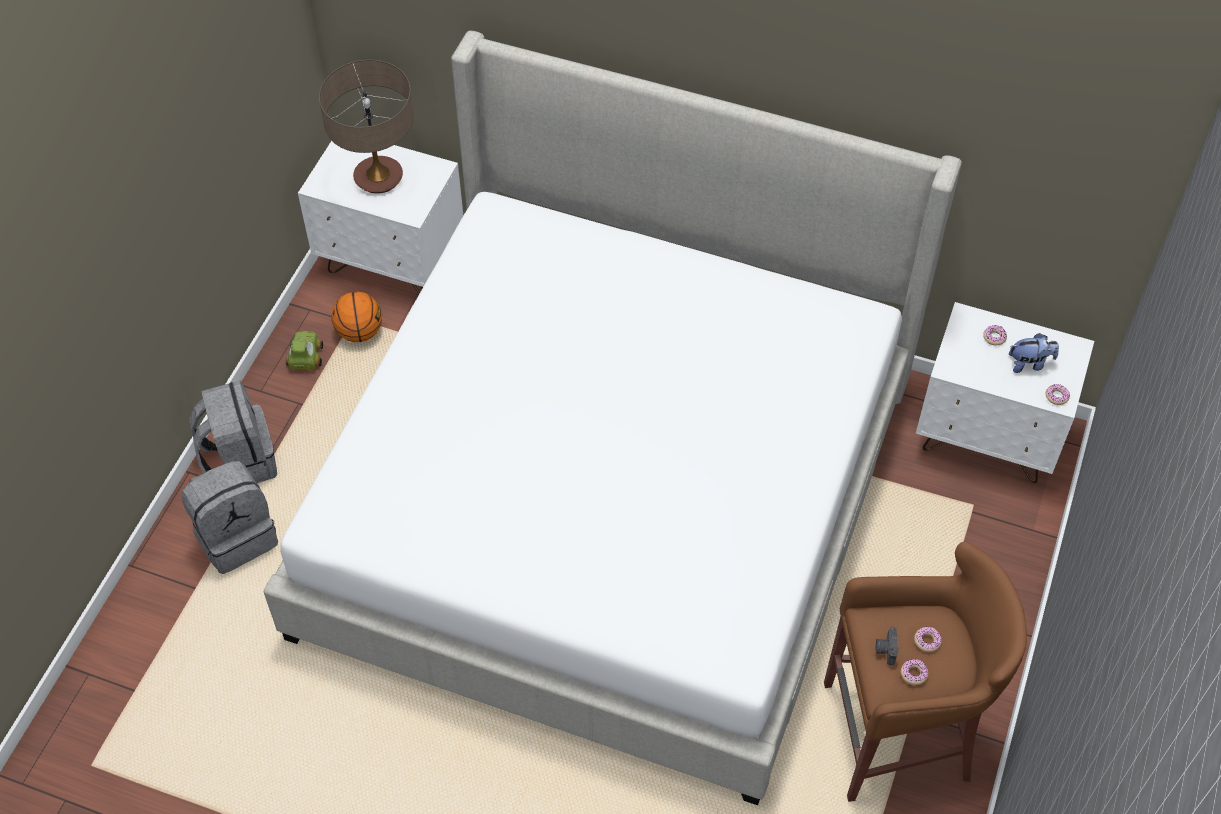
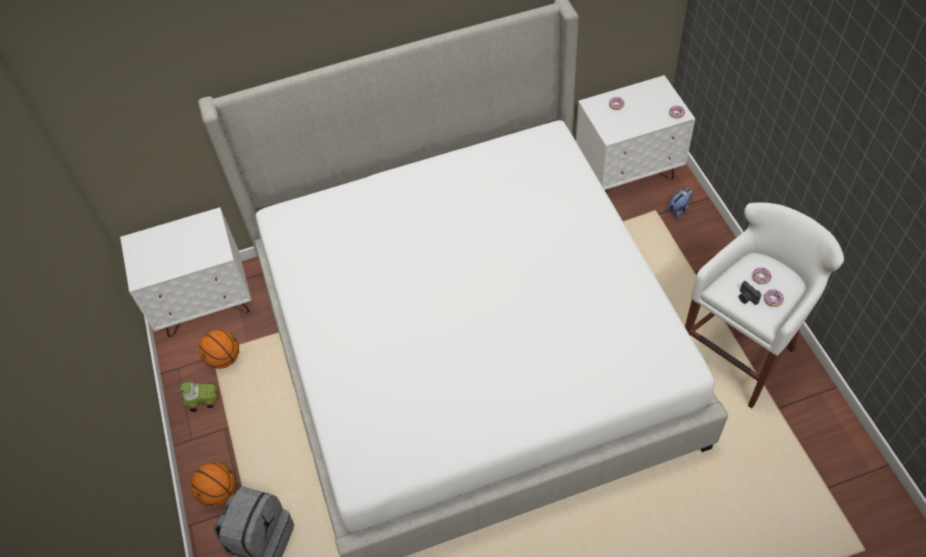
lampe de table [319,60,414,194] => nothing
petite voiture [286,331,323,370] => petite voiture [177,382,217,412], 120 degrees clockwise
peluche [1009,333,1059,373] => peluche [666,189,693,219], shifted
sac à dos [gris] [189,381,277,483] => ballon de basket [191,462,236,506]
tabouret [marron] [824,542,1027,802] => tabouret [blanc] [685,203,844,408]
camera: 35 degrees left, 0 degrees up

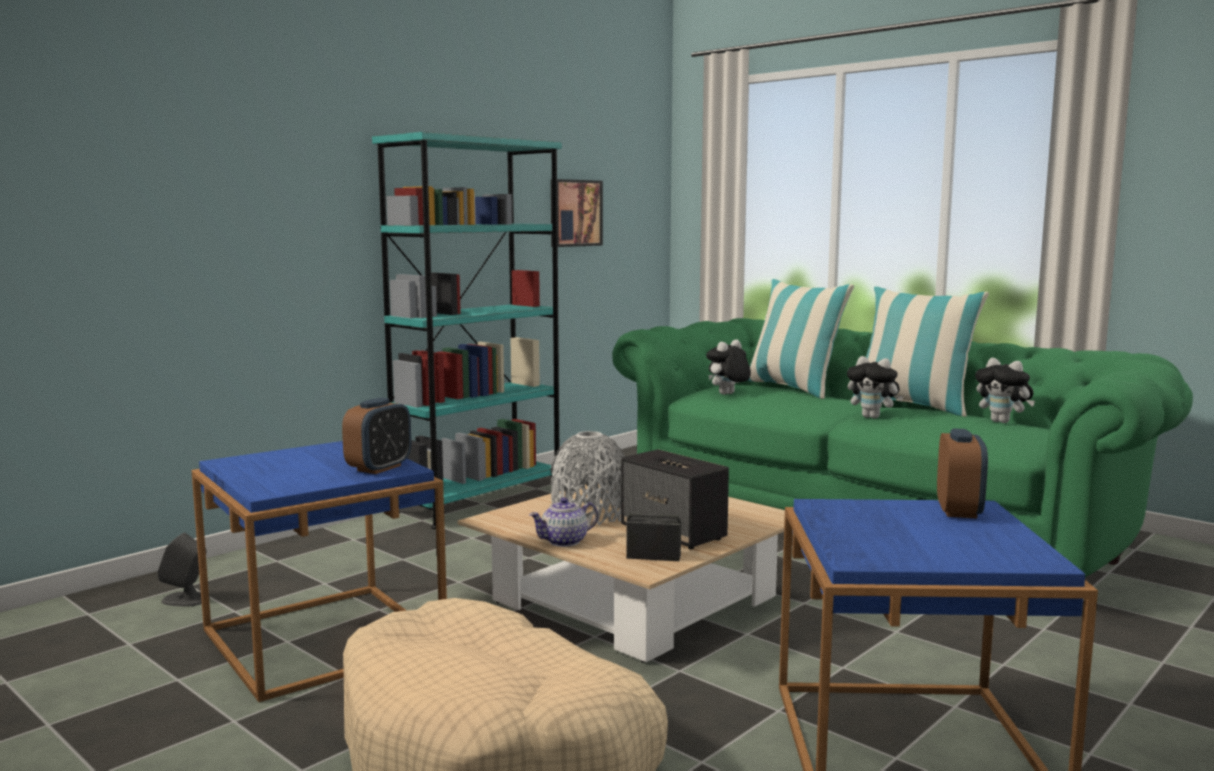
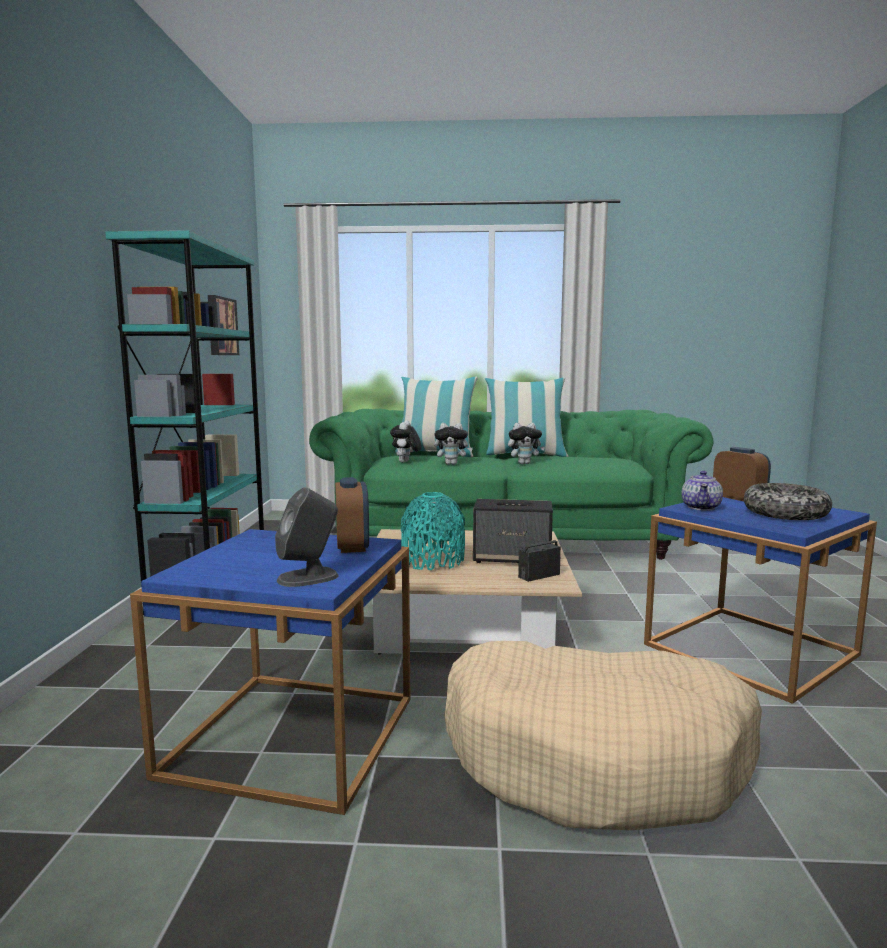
peluche [975,358,1035,423] => peluche [434,423,473,465], shifted
vase [gris] [551,431,625,526] => vase [turquoise] [401,492,465,570]
théière [529,497,598,547] => théière [682,471,723,511], shifted
enceinte [gris] [157,533,210,607] => enceinte [gris] [275,487,338,587], shifted
nothing => bol [744,483,832,520]
camera: 40 degrees left, 0 degrees up

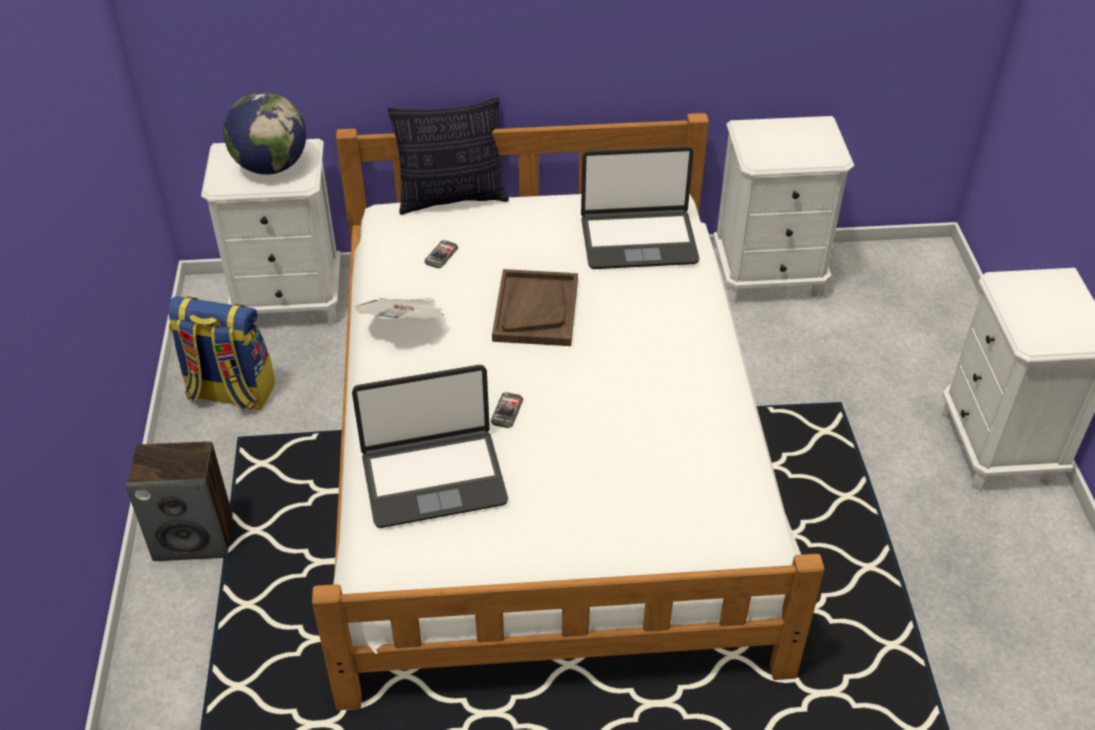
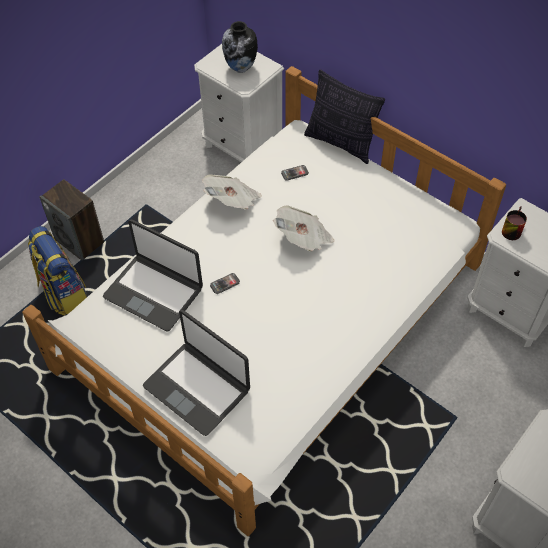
globe [223,92,306,175] => vase [222,21,258,73]
ordinateur portable [581,146,700,269] => ordinateur portable [143,310,250,436], shifted
plateau [marron] [492,269,578,346] => journal [273,205,335,251]
sac à dos [169,296,275,411] => sac à dos [28,226,87,316], shifted
nothing => mug [502,206,527,240]
camera: 45 degrees right, 10 degrees up

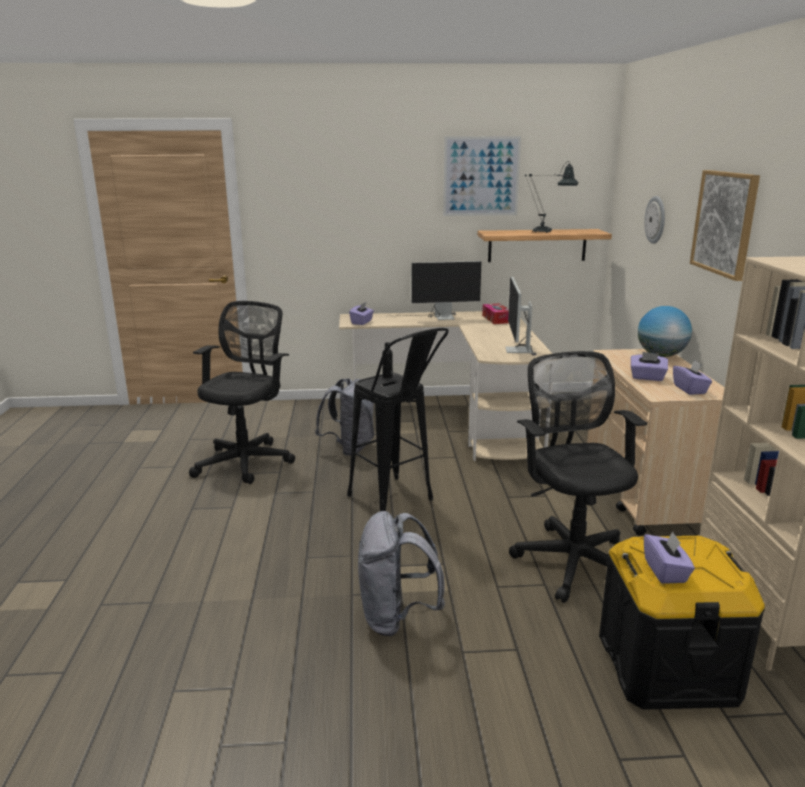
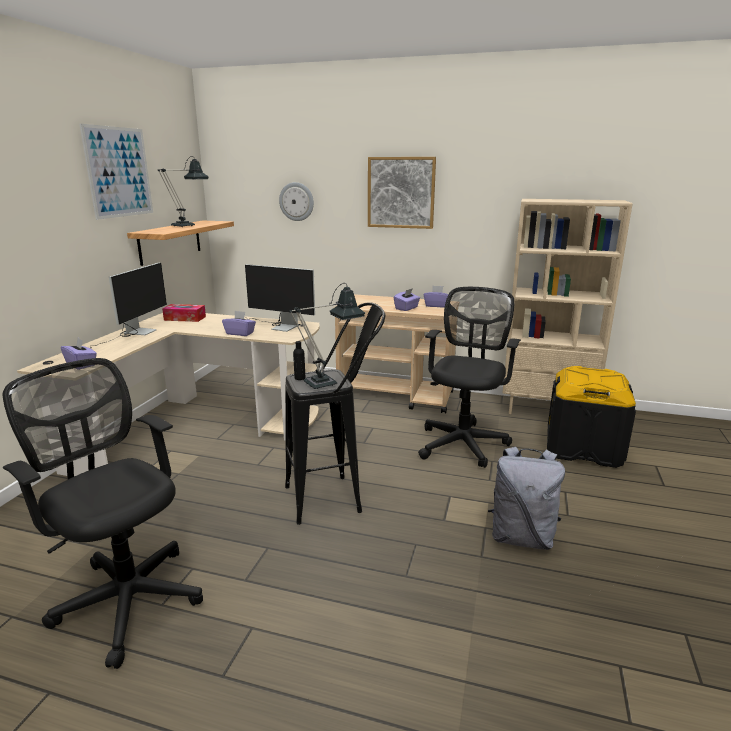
globe [638,306,692,357] => nothing
chaise de bureau [noir] [509,351,647,603] => chaise de bureau [noir] [418,287,521,468], 105 degrees clockwise
sac à dos [gris] [315,378,374,456] => nothing
boîte à mouchoirs [violet] [644,531,695,584] => boîte à mouchoirs [violet] [222,311,256,336], shifted
nothing => lampe de table [289,283,365,389]
camera: 70 degrees left, 0 degrees up

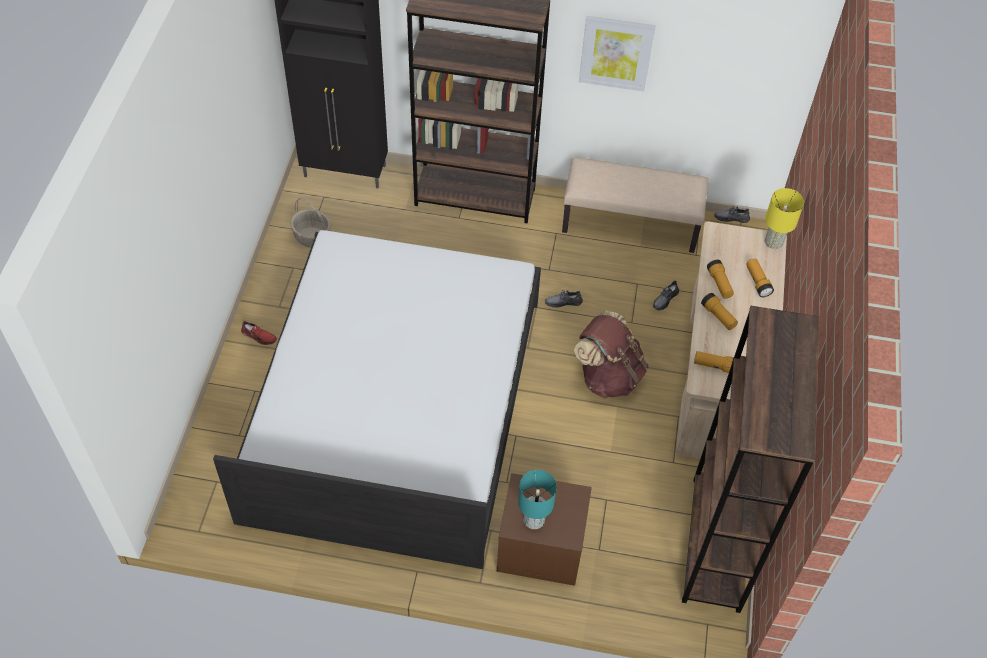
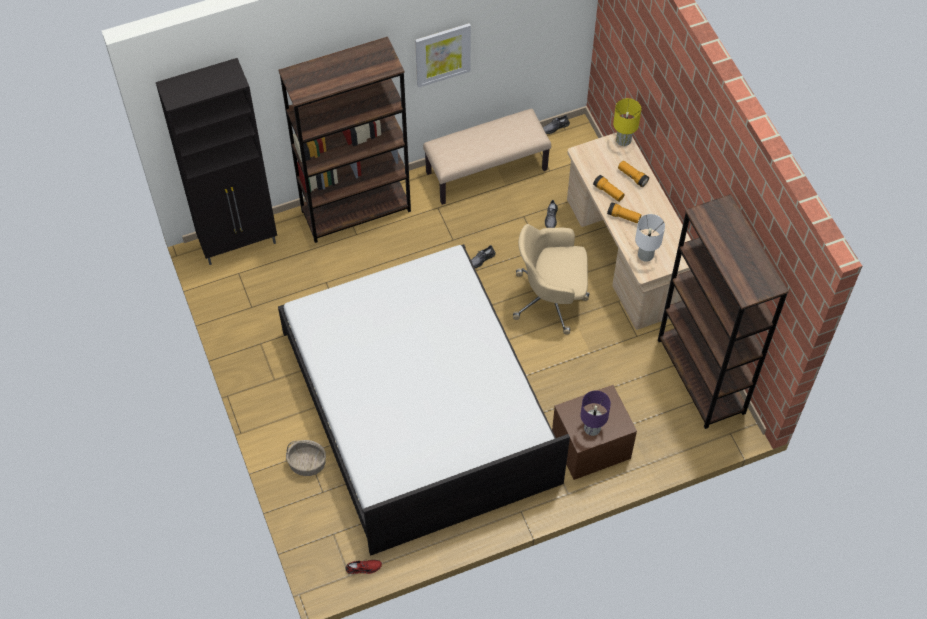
panier [291,198,331,248] => panier [286,440,326,476], shifted
sac à dos [marron] [574,310,649,399] => chaise de bureau [beige] [513,224,589,335]
chaussure [rouge] [241,321,277,345] => chaussure [rouge] [346,560,382,574], shifted
lampe de poche [694,351,734,373] => lampe de table [blanc] [635,214,665,262]
lampe de table [turquoise] [518,470,557,529] => lampe de table [violet] [580,391,611,436]
camera: 30 degrees left, 5 degrees up

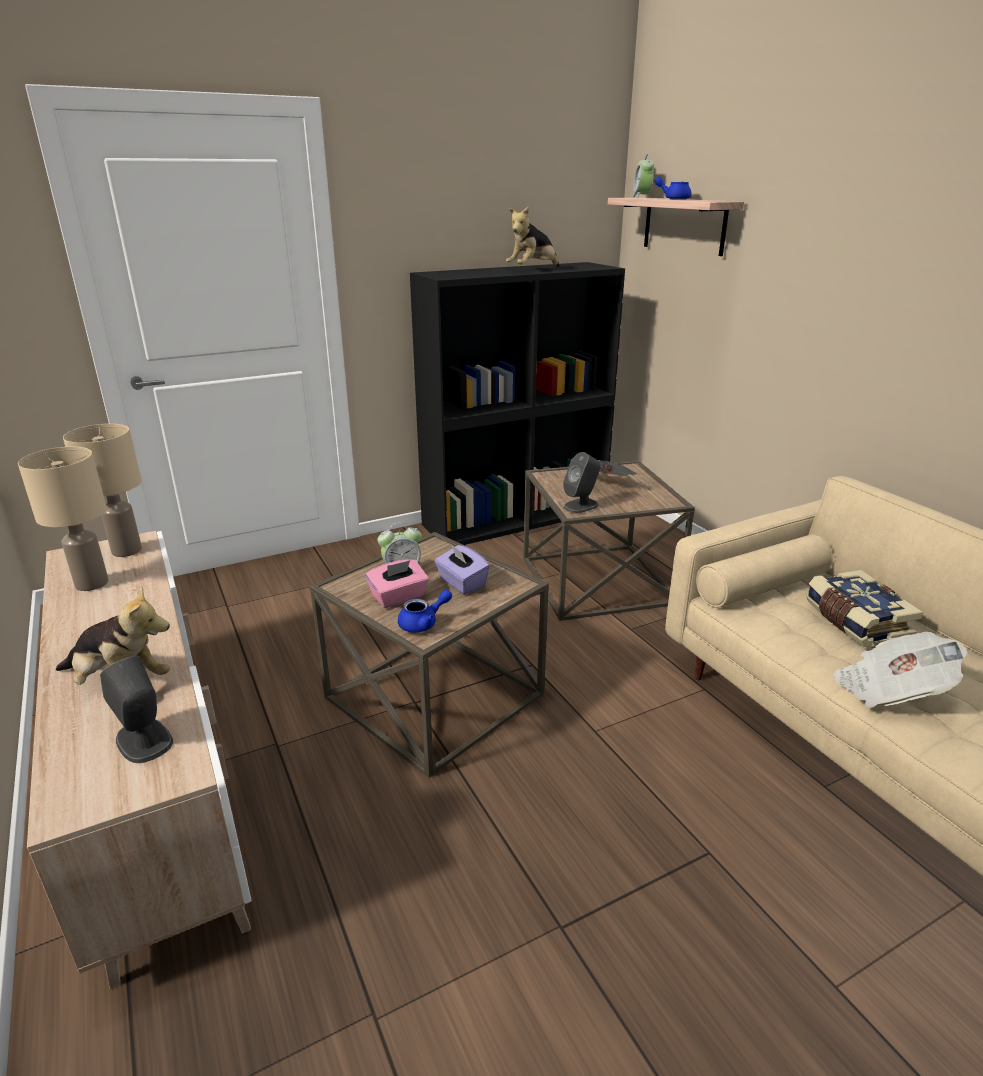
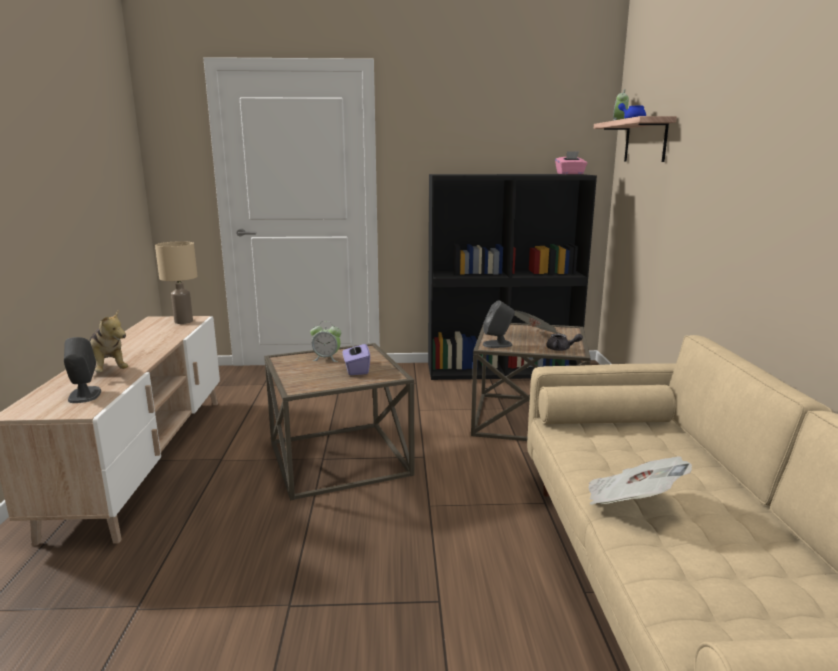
peluche [506,206,559,267] => nothing
lampe de table [beige] [18,447,108,591] => nothing
boîte à mouchoirs [rose] [366,559,429,608] => boîte à mouchoirs [rose] [555,151,587,174], shifted
livre [806,570,923,647] => nothing
théière [bleu] [398,590,452,633] => nothing
nothing => théière [gris] [546,333,583,351]
camera: 25 degrees right, 10 degrees down

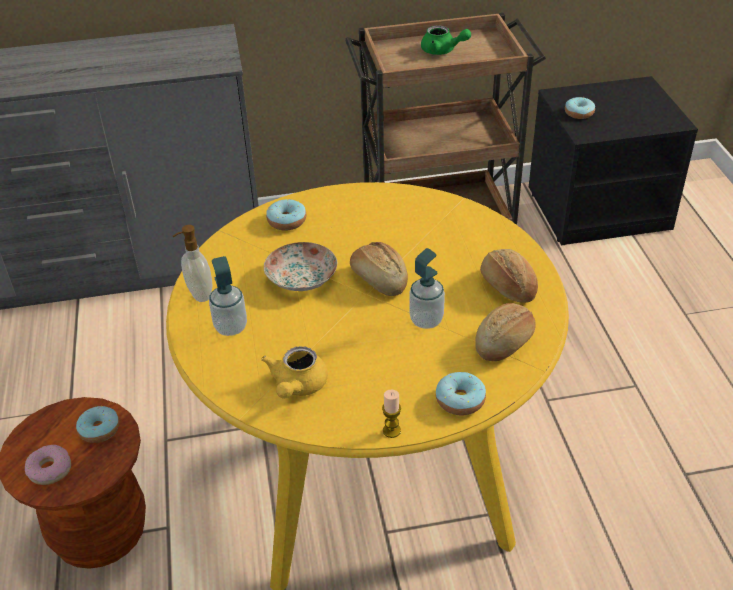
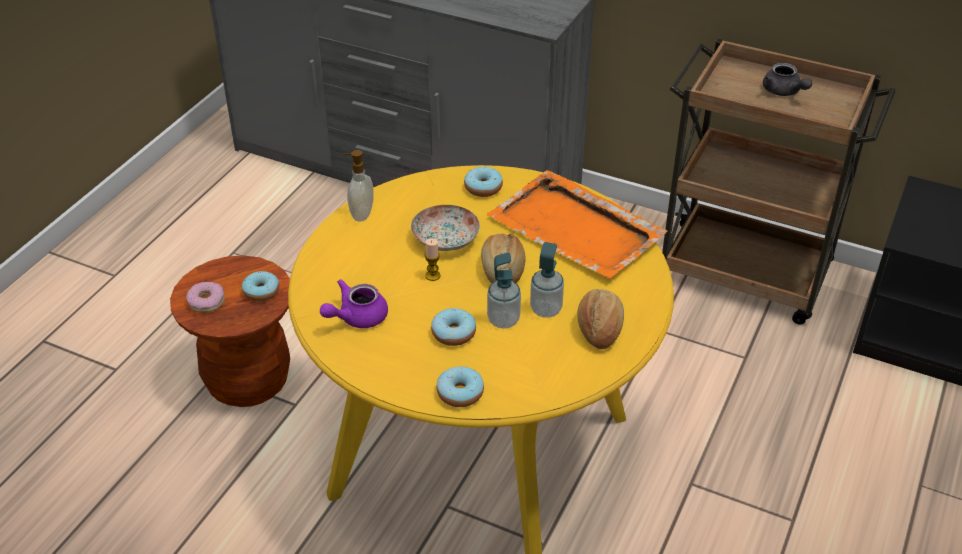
théière [vert] [421,25,471,55] => théière [gris] [763,63,812,96]
beignet [565,97,595,119] => beignet [431,308,476,346], shifted
distributeur de savon [209,256,247,336] => distributeur de savon [530,242,564,318], shifted
pain [475,303,536,361] => nothing
théière [jaune] [261,346,328,398] => théière [violet] [320,279,388,328]
bougie [382,390,401,438] => bougie [424,238,440,281], shifted
nothing => plateau [orange] [487,170,668,279]
camera: 35 degrees right, 0 degrees up

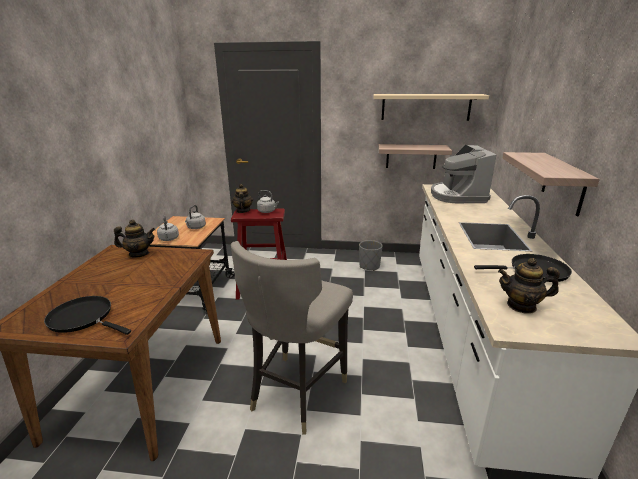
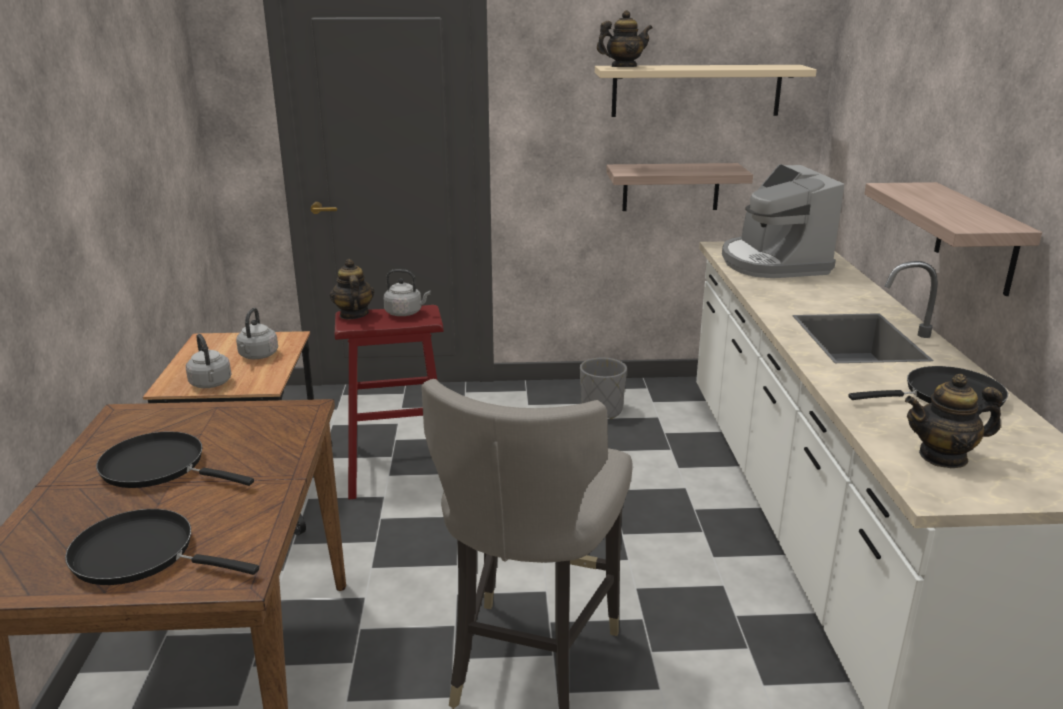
théière [114,219,155,258] => théière [597,10,653,67], shifted
nothing => poêle [noir] [96,431,254,488]
camera: 10 degrees left, 0 degrees up

